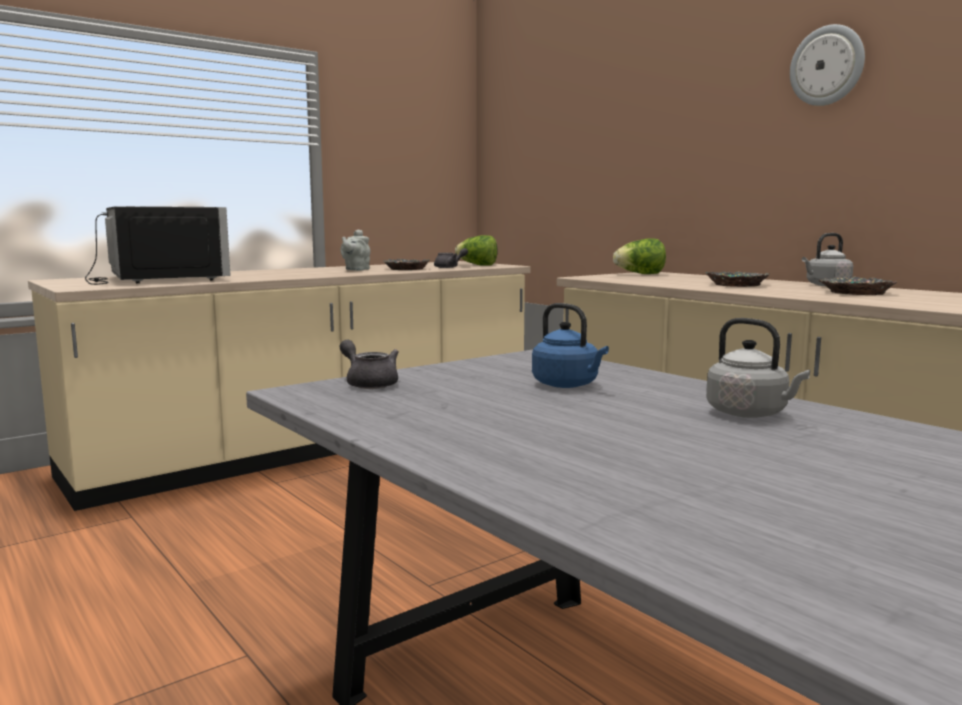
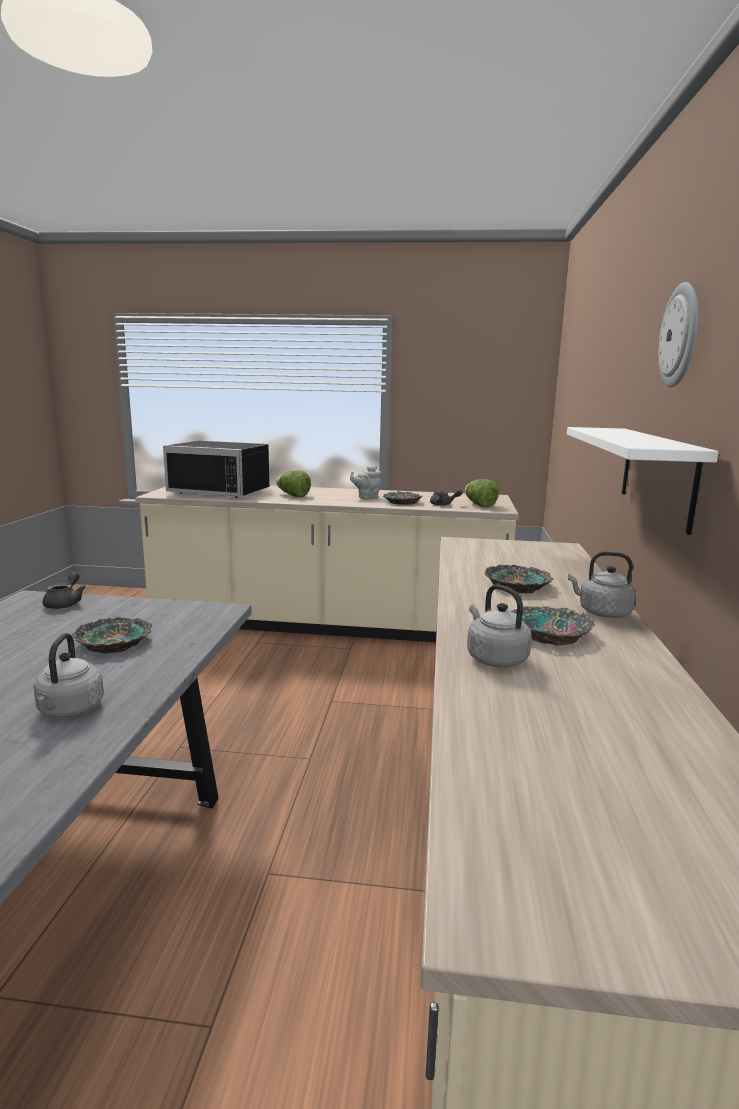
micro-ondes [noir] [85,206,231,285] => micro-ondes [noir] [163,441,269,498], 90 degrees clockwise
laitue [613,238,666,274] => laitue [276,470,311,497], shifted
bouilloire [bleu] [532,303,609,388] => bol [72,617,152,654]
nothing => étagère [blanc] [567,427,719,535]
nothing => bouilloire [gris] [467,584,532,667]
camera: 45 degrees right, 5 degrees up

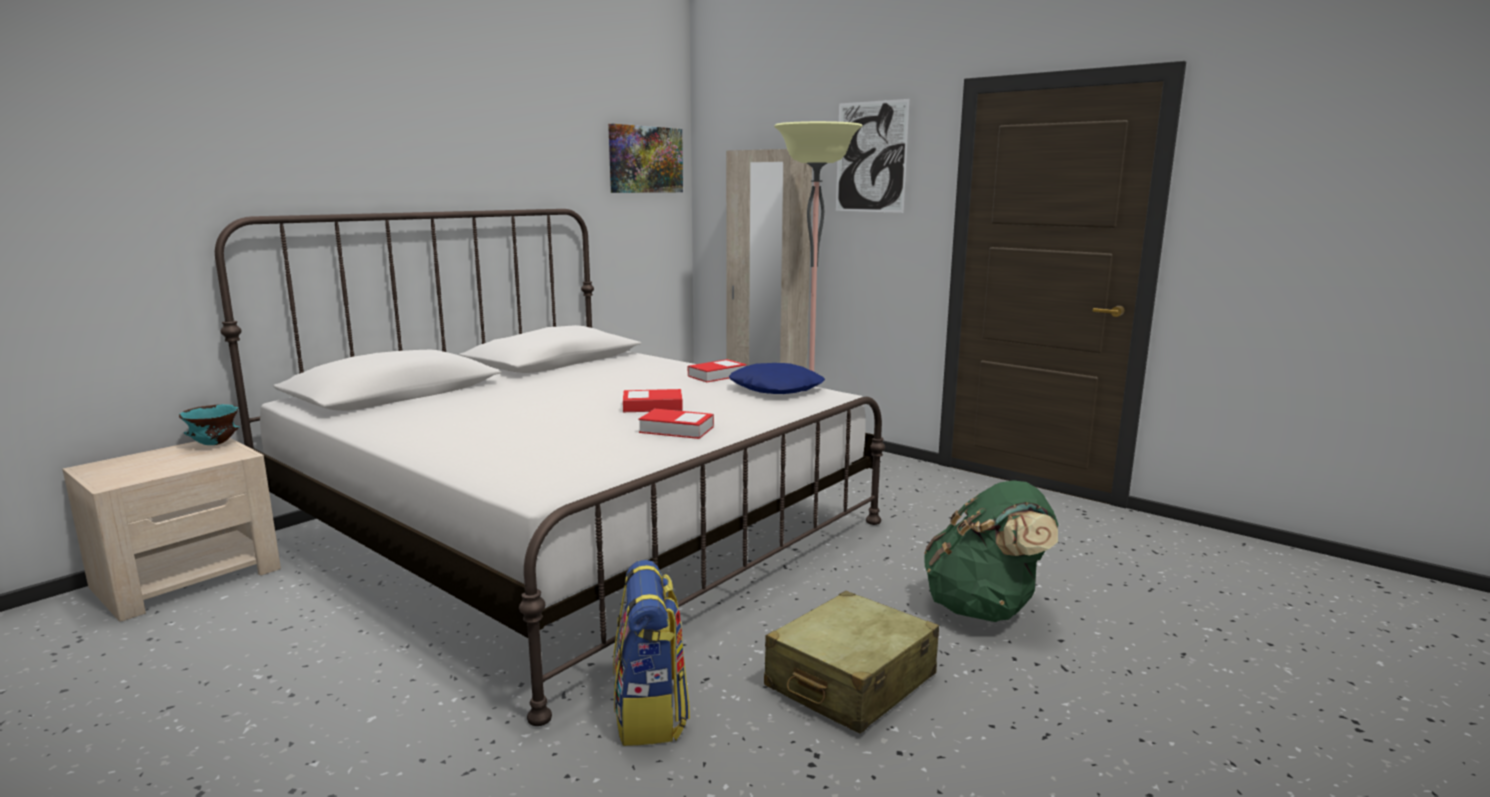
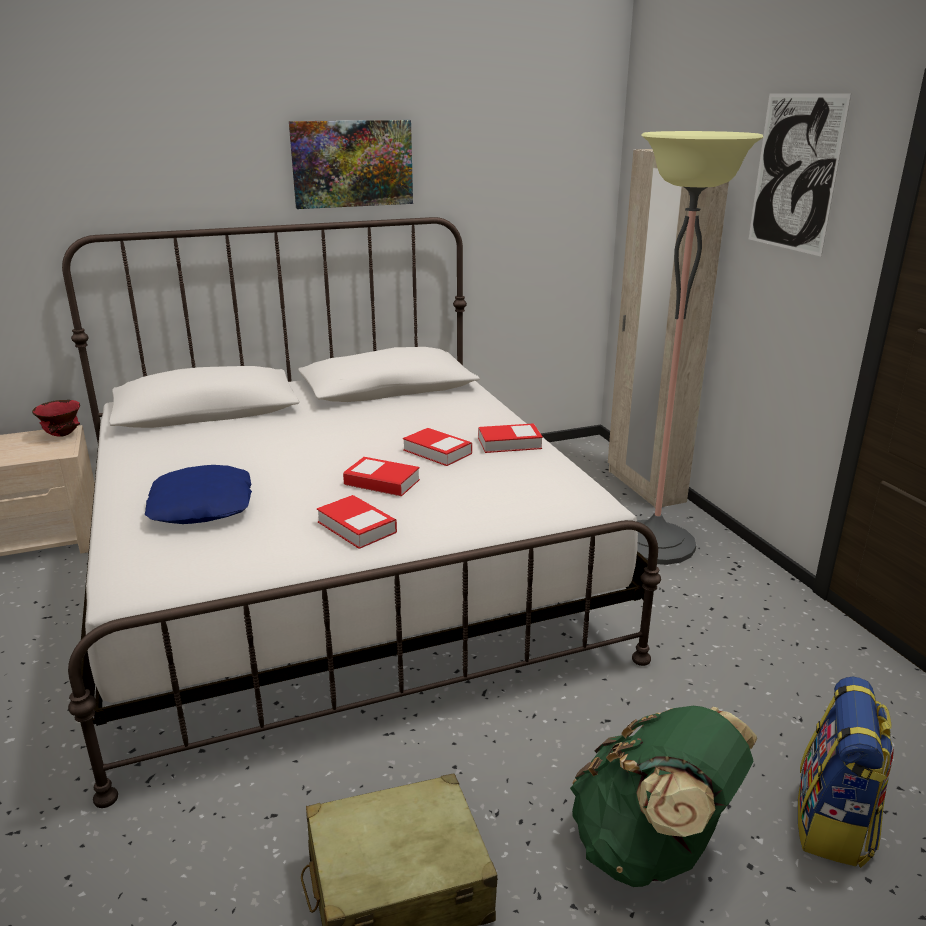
tableau [608,124,683,193] => tableau [289,120,413,209], shifted
coussin [bleu] [729,363,825,394] => coussin [bleu] [145,465,252,524], shifted
bol [turquoise] [179,404,240,445] => bol [rouge] [32,400,80,437]
sac à dos [613,560,690,746] => sac à dos [798,677,894,868], shifted
nothing => livre [403,428,472,466]
camera: 30 degrees right, 10 degrees up

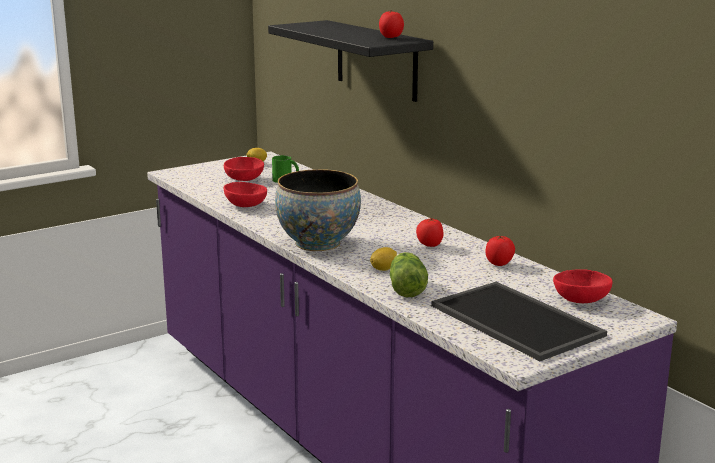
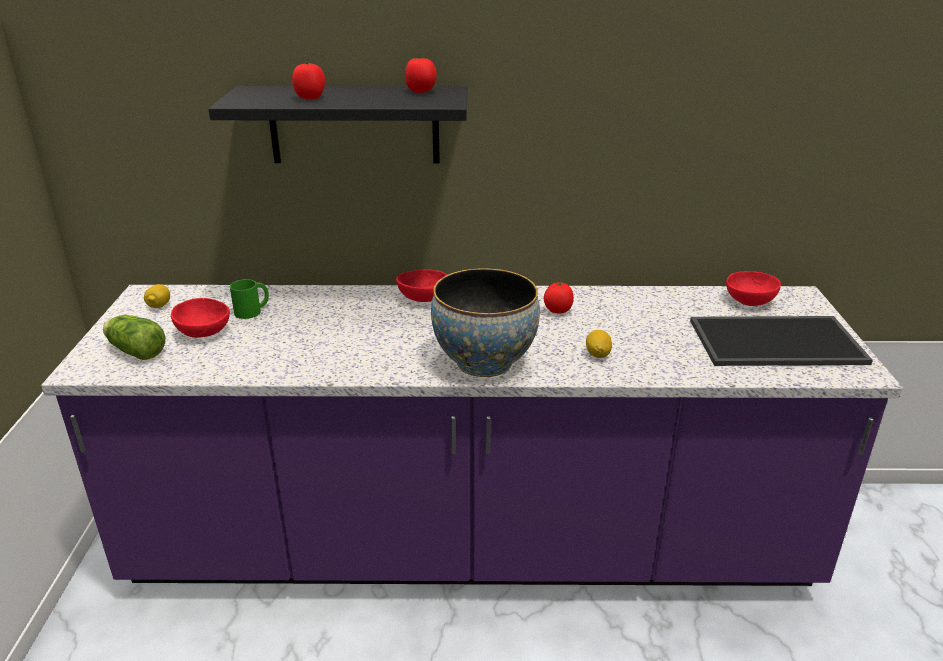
bol [rouge] [224,182,267,207] => bol [rouge] [396,269,447,302], shifted
tomate [486,235,515,266] => tomate [292,62,325,99], shifted
laitue [390,252,428,297] => laitue [103,315,166,360], shifted
camera: 55 degrees left, 10 degrees up

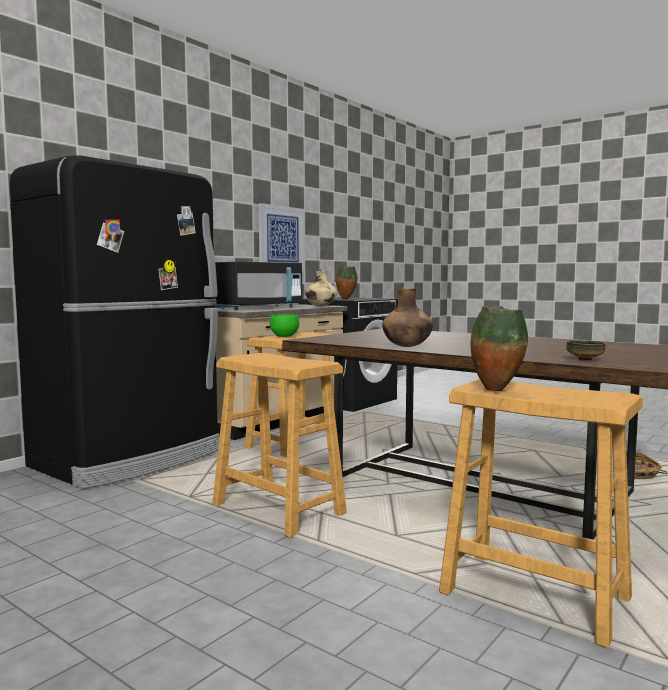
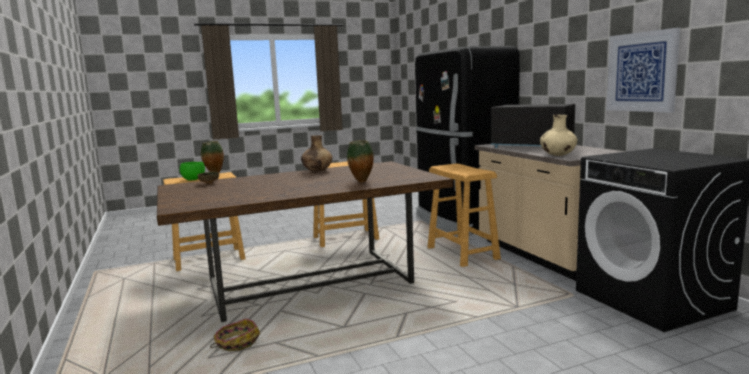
micro-ondes [noir] [215,262,302,310] => micro-ondes [noir] [491,104,575,148], 135 degrees clockwise
vase [336,266,357,299] => vase [347,140,374,182], shifted
bol [vert] [270,314,299,337] => bol [vert] [180,162,205,180], shifted
camera: 120 degrees right, 5 degrees up

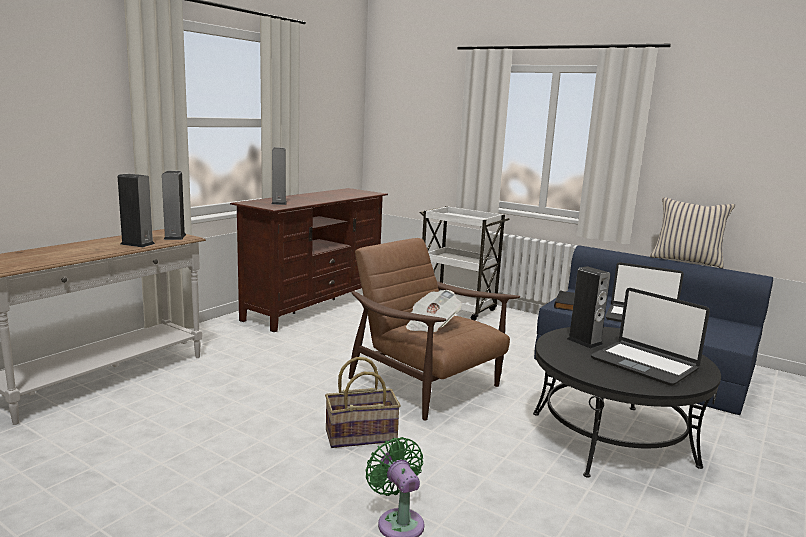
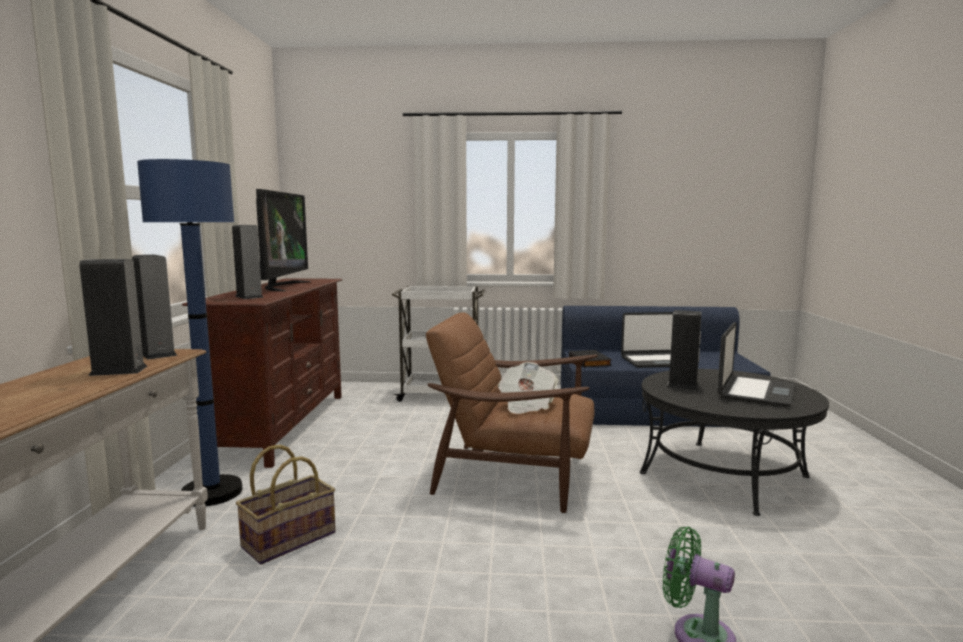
coussin [beige] [650,197,735,268] => nothing
ordinateur portable [591,288,710,386] => ordinateur portable [717,322,795,407], 75 degrees counterclockwise
panier [325,357,401,448] => panier [236,445,336,564], shifted
nothing => lampadaire [bleu] [137,159,243,507]
nothing => téléviseur [256,189,311,291]
camera: 30 degrees left, 5 degrees down

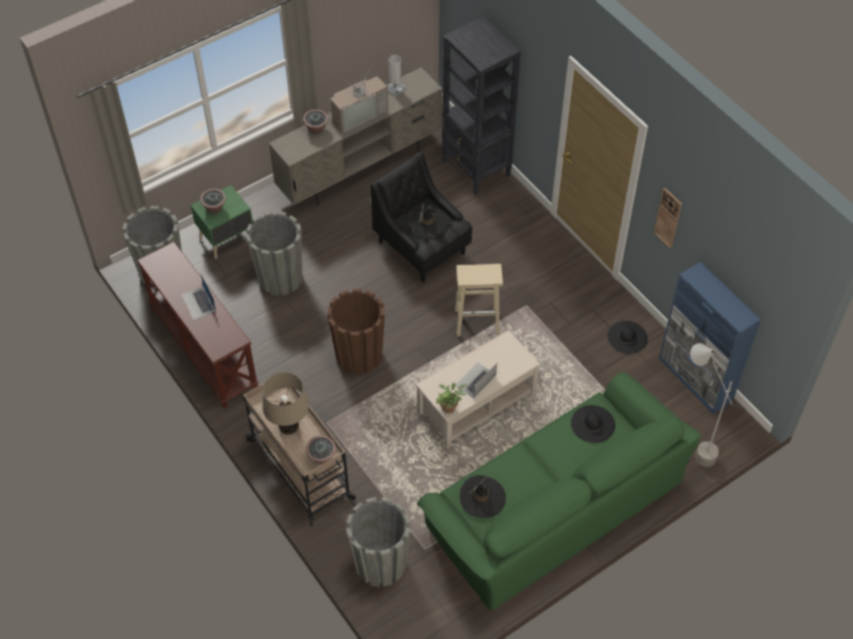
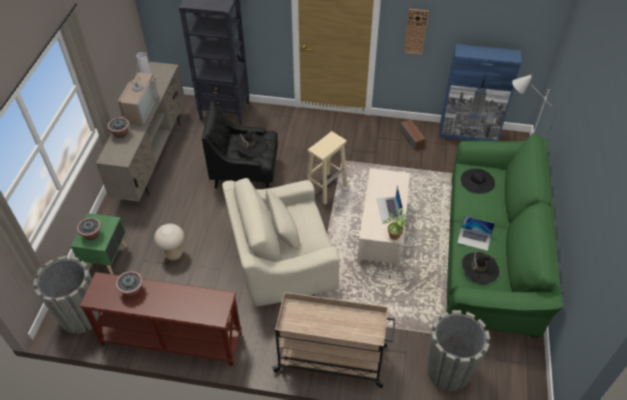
cache-pot [gris] [246,211,303,296] => tabouret [beige] [154,224,184,261]
ordinateur portable [181,274,216,320] => ordinateur portable [457,216,495,251], shifted
cache-pot [marron] [327,288,385,374] => fauteuil [beige] [222,178,339,306]
chapeau [noir] [607,321,648,354] => enceinte [400,120,425,150]
lampe de table [beige] [263,372,309,435] => nothing
plante en pot [306,435,336,464] => plante en pot [116,271,143,297], shifted
camera: 45 degrees left, 5 degrees down

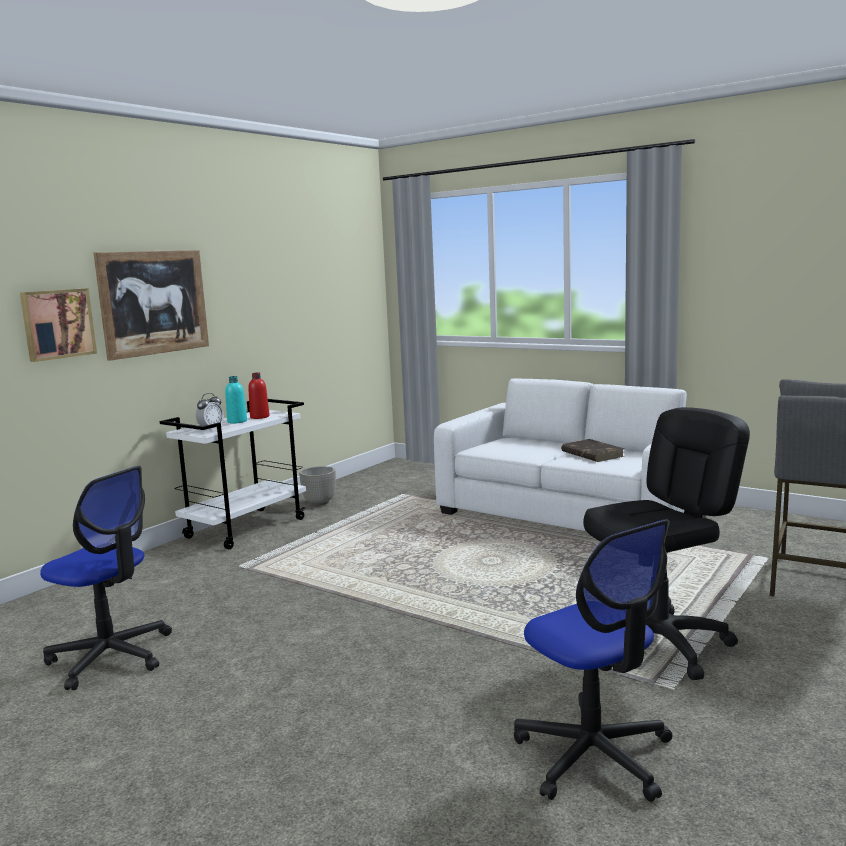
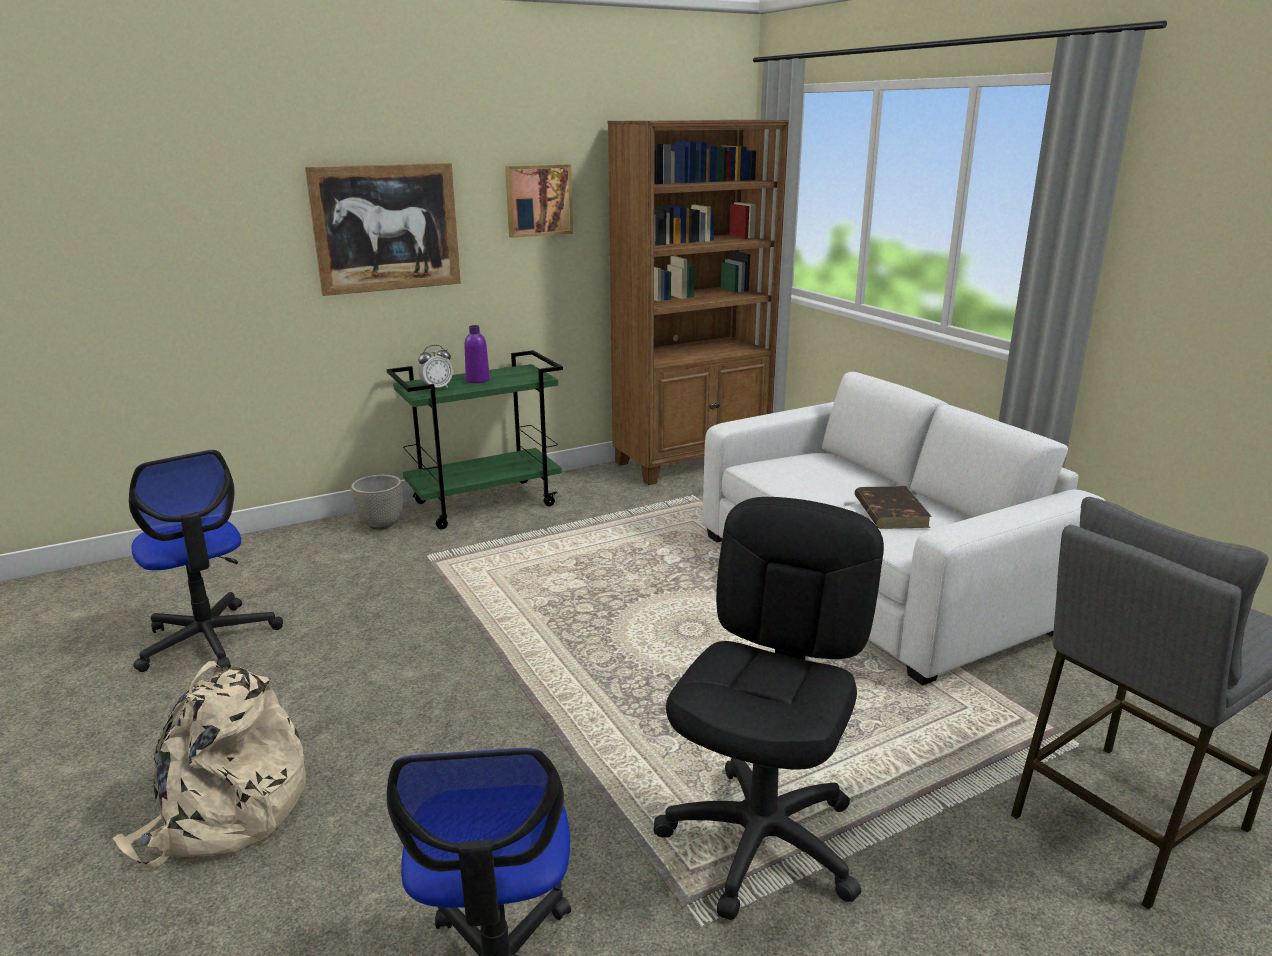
tableau [20,288,97,362] => tableau [505,164,573,238], shifted
bouteille [rouge] [248,373,270,419] => nothing
bouteille [turquoise] [225,376,247,424] => bouteille [violet] [464,325,490,383]
chariot [blanc] [160,399,306,549] => chariot [vert] [386,350,563,529]
chaise de bureau [noir] [583,407,750,680] => chaise de bureau [noir] [653,497,884,920], 60 degrees counterclockwise
cache-pot [gris] [299,466,336,506] => cache-pot [gris] [351,475,403,530], shifted
nothing => bibliothèque [marron] [608,120,789,485]
nothing => sac à dos [beige] [112,661,306,869]
camera: 25 degrees right, 10 degrees up

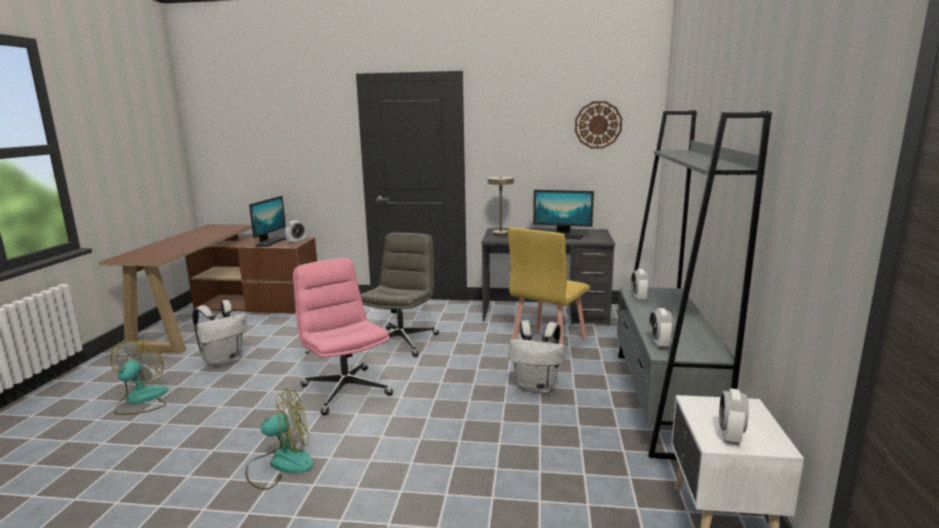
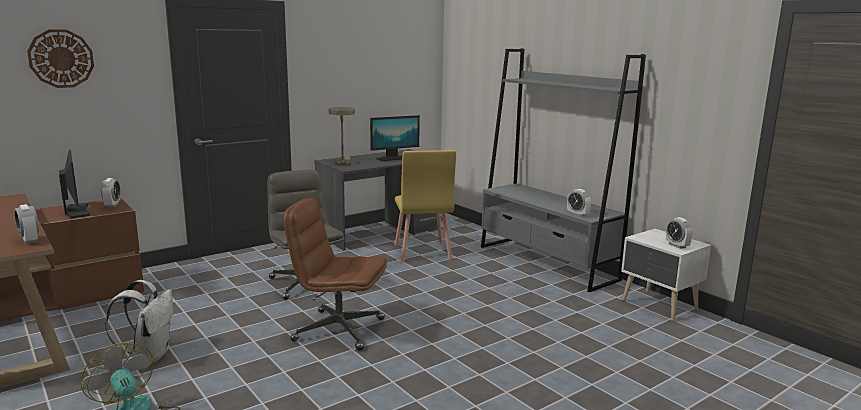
horloge murale [575,101,622,149] => horloge murale [27,29,94,88], shifted
chaise de bureau [rose] [293,258,393,416] => chaise de bureau [marron] [283,198,387,351]
réveil [631,269,650,301] => réveil [14,204,39,244], shifted
sac à dos [blanc] [509,320,564,393] => nothing
ventilateur [245,389,314,490] => nothing
camera: 45 degrees left, 0 degrees up

